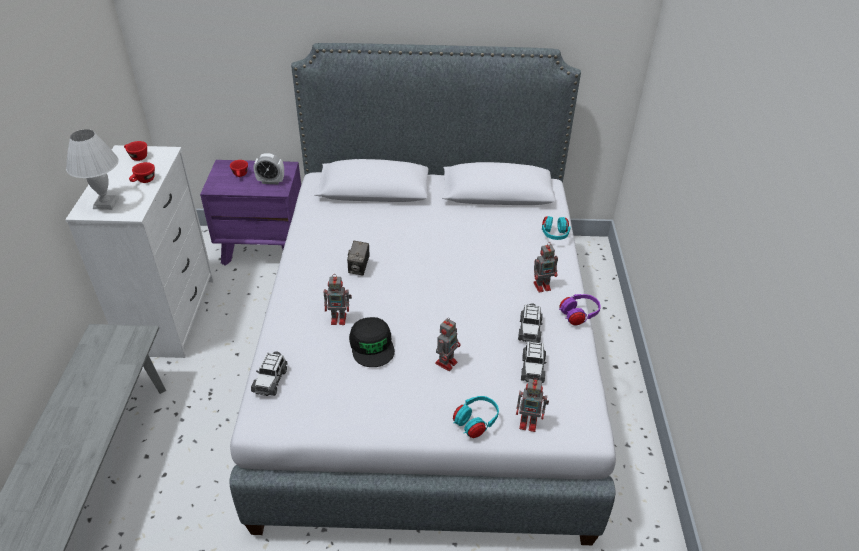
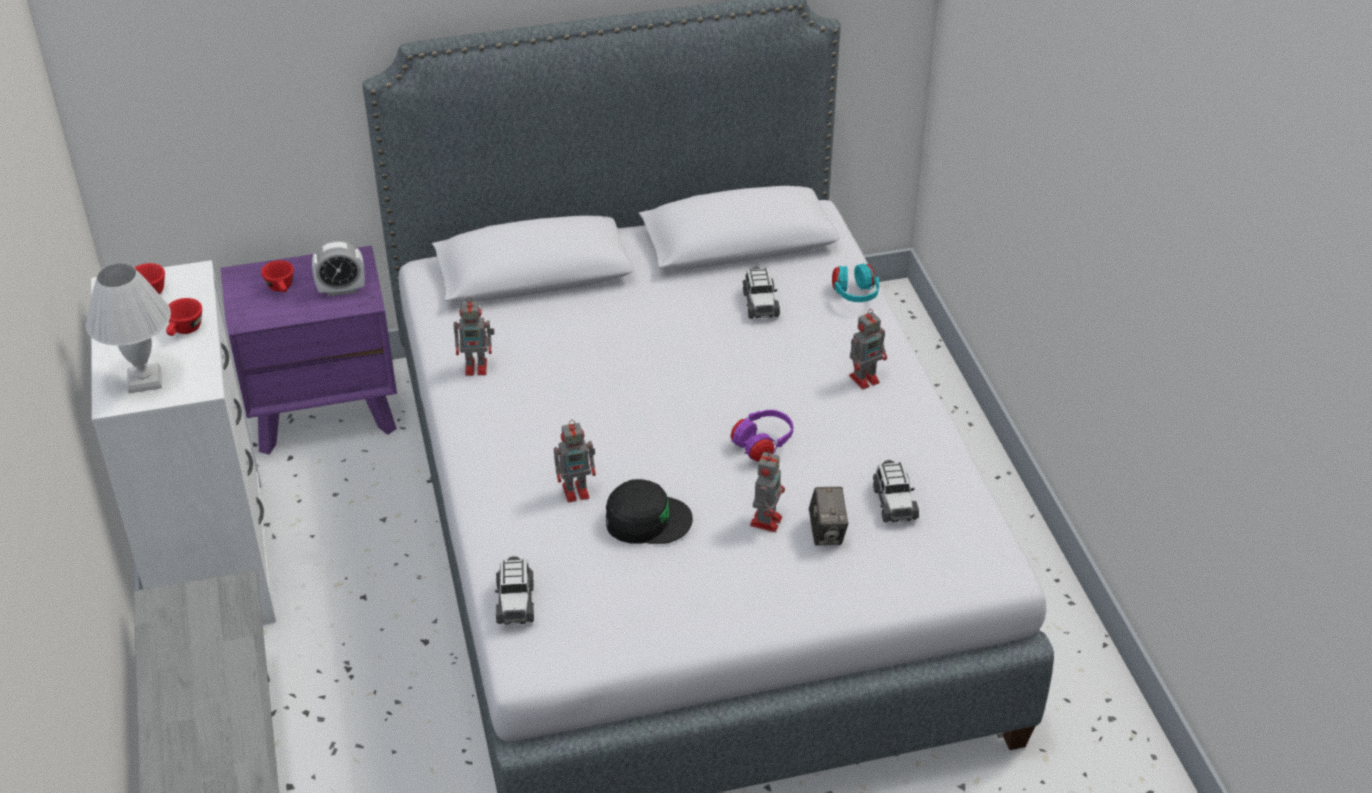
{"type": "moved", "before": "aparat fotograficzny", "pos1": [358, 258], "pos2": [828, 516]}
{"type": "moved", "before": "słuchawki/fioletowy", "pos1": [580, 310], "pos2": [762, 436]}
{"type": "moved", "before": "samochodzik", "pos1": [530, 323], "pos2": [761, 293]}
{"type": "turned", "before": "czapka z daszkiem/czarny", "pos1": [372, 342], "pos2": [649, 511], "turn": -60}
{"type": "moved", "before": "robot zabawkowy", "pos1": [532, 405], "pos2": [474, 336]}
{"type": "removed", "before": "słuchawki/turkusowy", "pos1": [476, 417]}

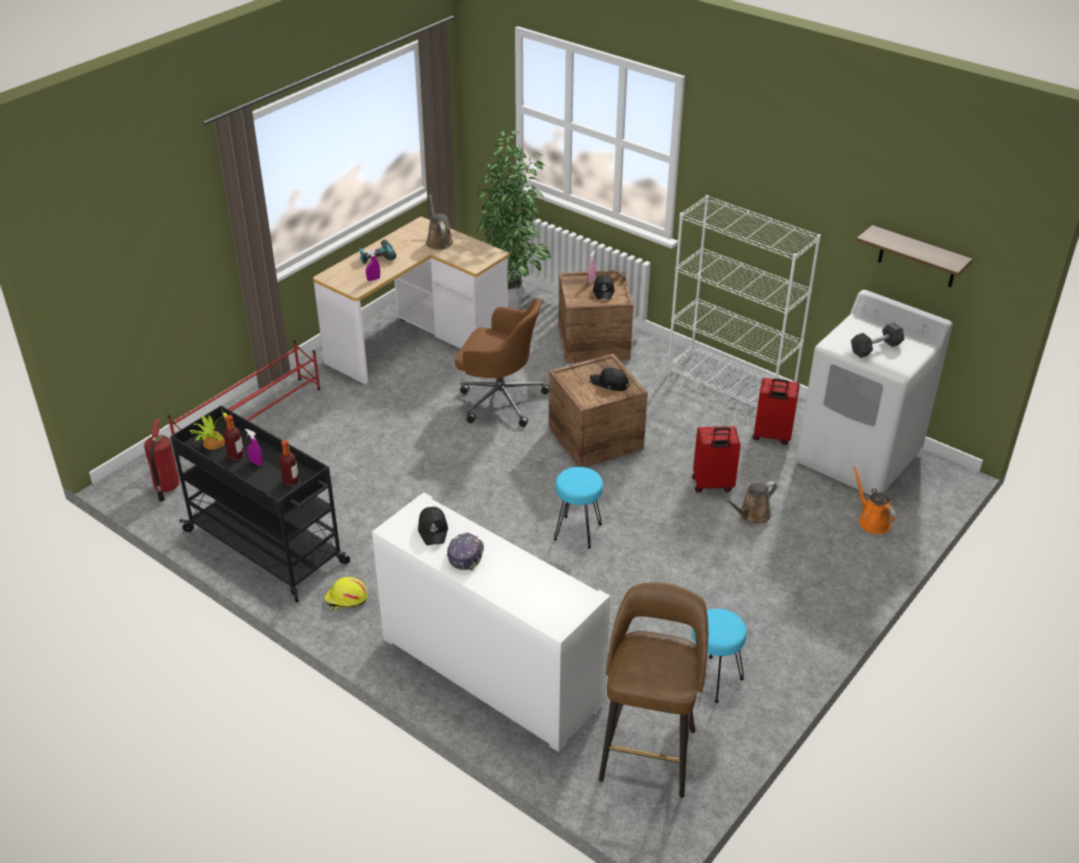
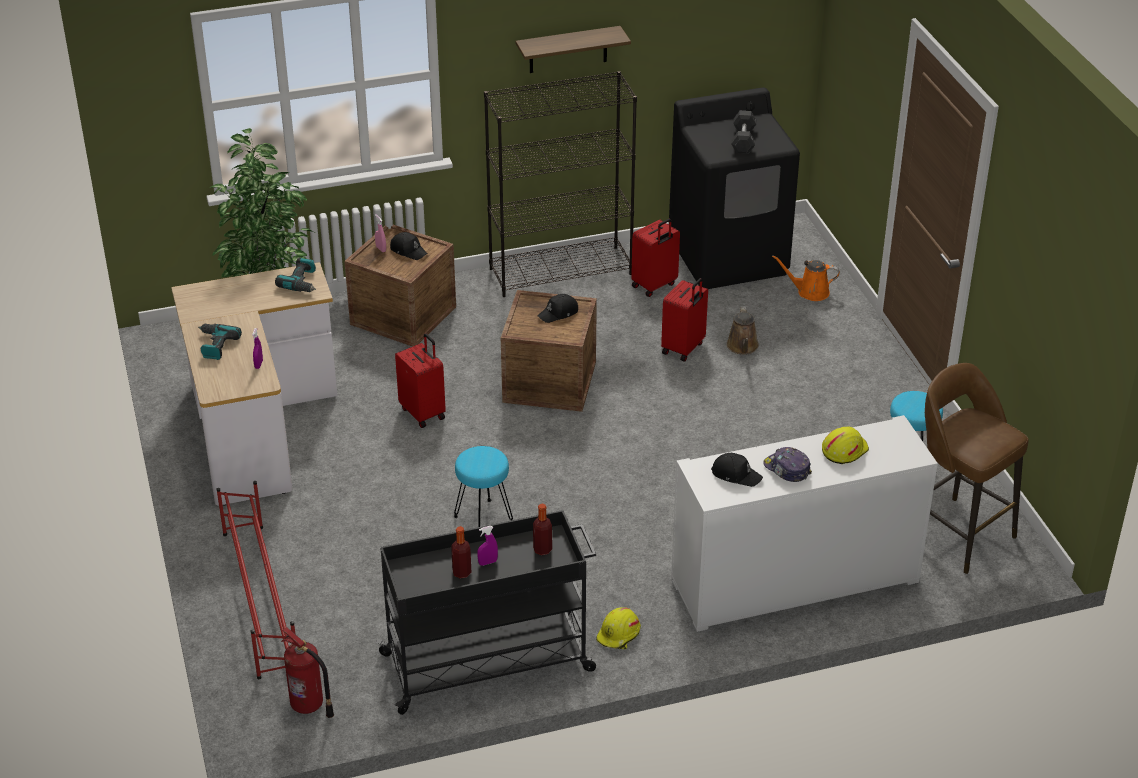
{"type": "removed", "before": "konewka/brązowy", "pos1": [439, 222]}
{"type": "recoloured", "before": "regał/biały", "after": "regał/czarny", "pos1": [744, 301], "pos2": [560, 184]}
{"type": "moved", "before": "półka", "pos1": [914, 256], "pos2": [573, 49]}
{"type": "recoloured", "before": "pralka/biały", "after": "pralka/czarny", "pos1": [875, 392], "pos2": [734, 188]}
{"type": "replaced", "before": "krzesło biurowe/brązowy", "after": "walizka/czerwony", "pos1": [502, 362], "pos2": [420, 380]}
{"type": "removed", "before": "roślina doniczkowa", "pos1": [208, 429]}
{"type": "moved", "before": "stołek/turkusowy", "pos1": [578, 508], "pos2": [483, 486]}
{"type": "added", "after": "wiertarka", "pos2": [295, 274]}
{"type": "added", "after": "kask/żółty", "pos2": [845, 445]}

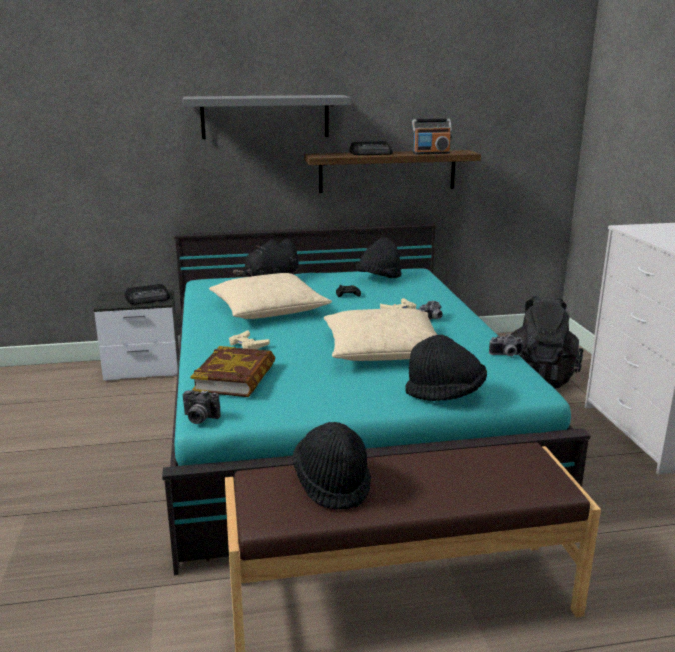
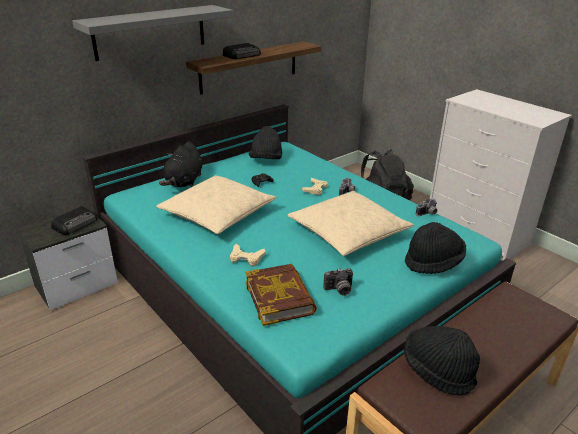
{"type": "removed", "before": "radio", "pos1": [432, 136]}
{"type": "moved", "before": "aparat fotograficzny", "pos1": [202, 406], "pos2": [338, 282]}

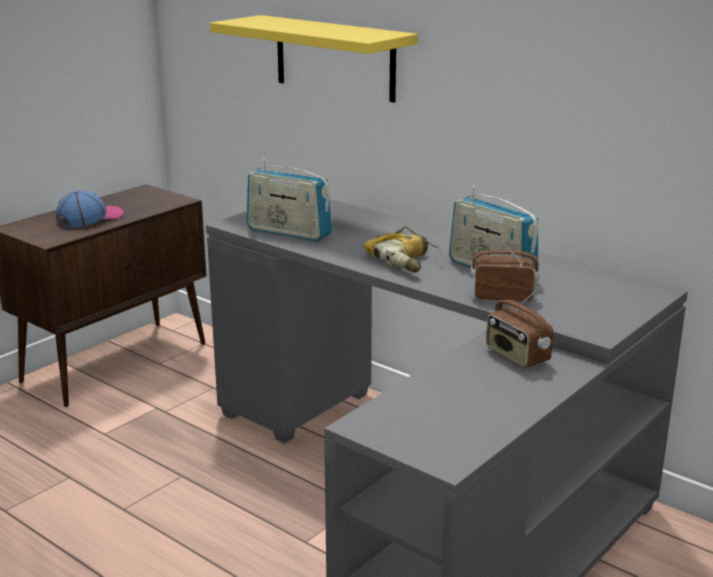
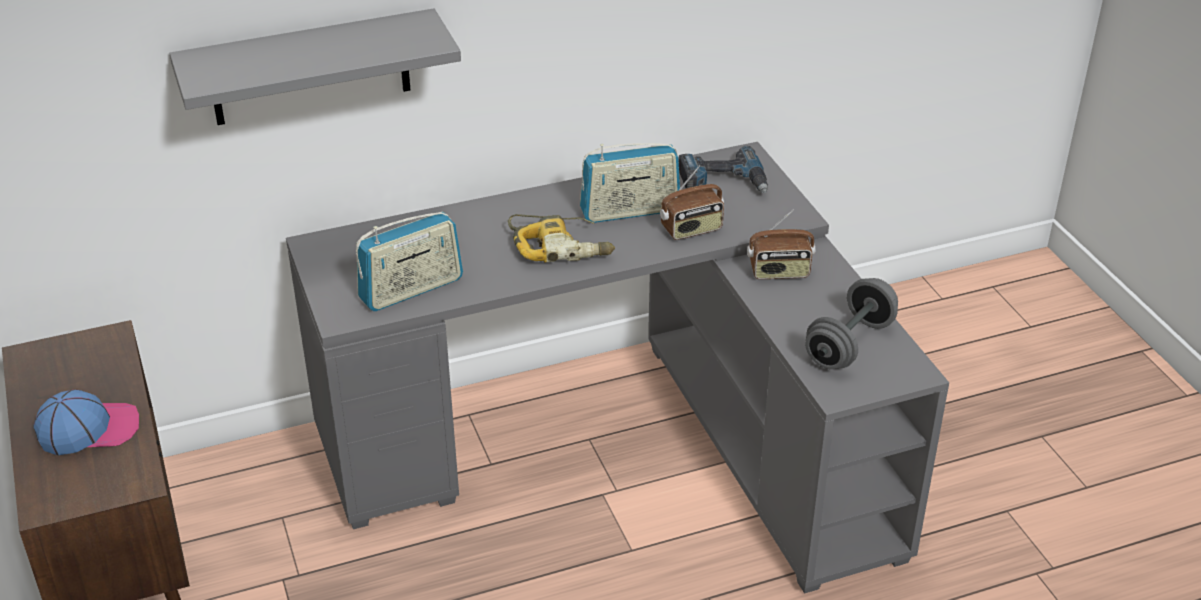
{"type": "recoloured", "before": "półka/żółty", "after": "półka/szary", "pos1": [314, 58], "pos2": [315, 67]}
{"type": "turned", "before": "czapka z daszkiem", "pos1": [90, 209], "pos2": [86, 422], "turn": 90}
{"type": "turned", "before": "radio", "pos1": [505, 268], "pos2": [692, 203], "turn": -150}
{"type": "added", "after": "wiertarka", "pos2": [723, 169]}
{"type": "added", "after": "hantel/szary", "pos2": [851, 323]}

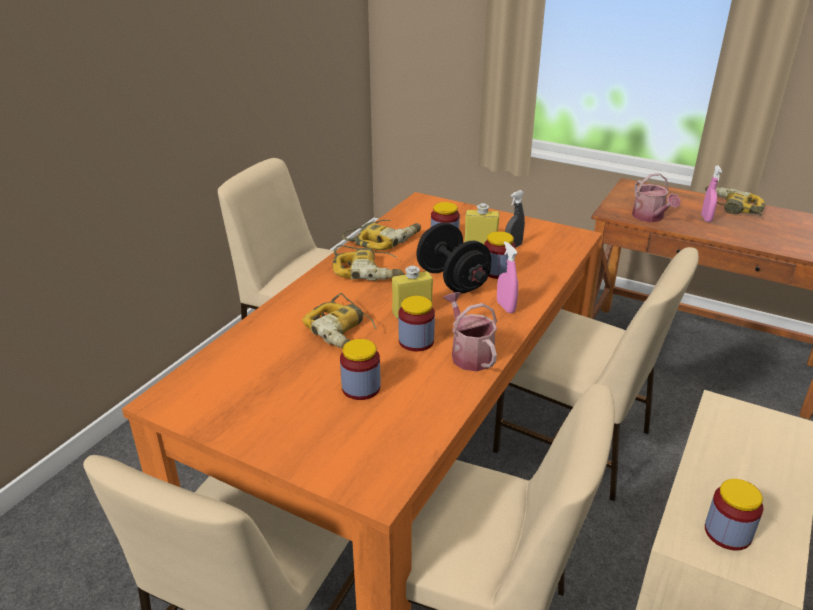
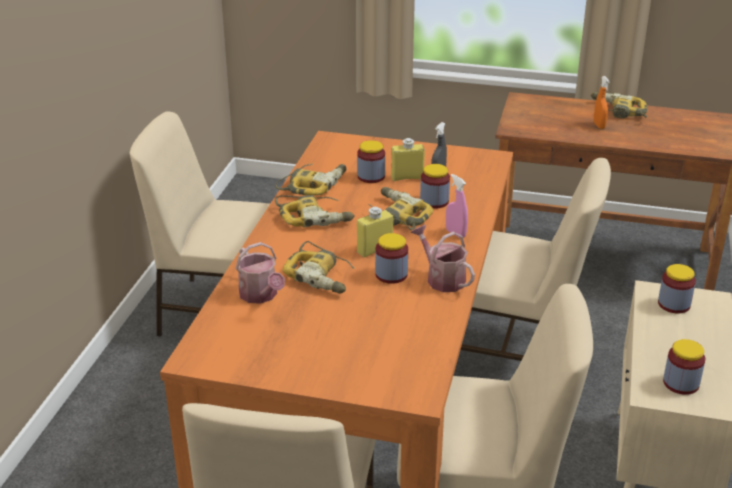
{"type": "recoloured", "before": "spryskiwacz/różowy", "after": "spryskiwacz/pomarańczowy", "pos1": [711, 194], "pos2": [602, 102]}
{"type": "moved", "before": "konewka", "pos1": [656, 197], "pos2": [260, 273]}
{"type": "replaced", "before": "hantel/czarny", "after": "wiertarka", "pos1": [453, 257], "pos2": [401, 208]}
{"type": "moved", "before": "słoik", "pos1": [360, 369], "pos2": [677, 289]}

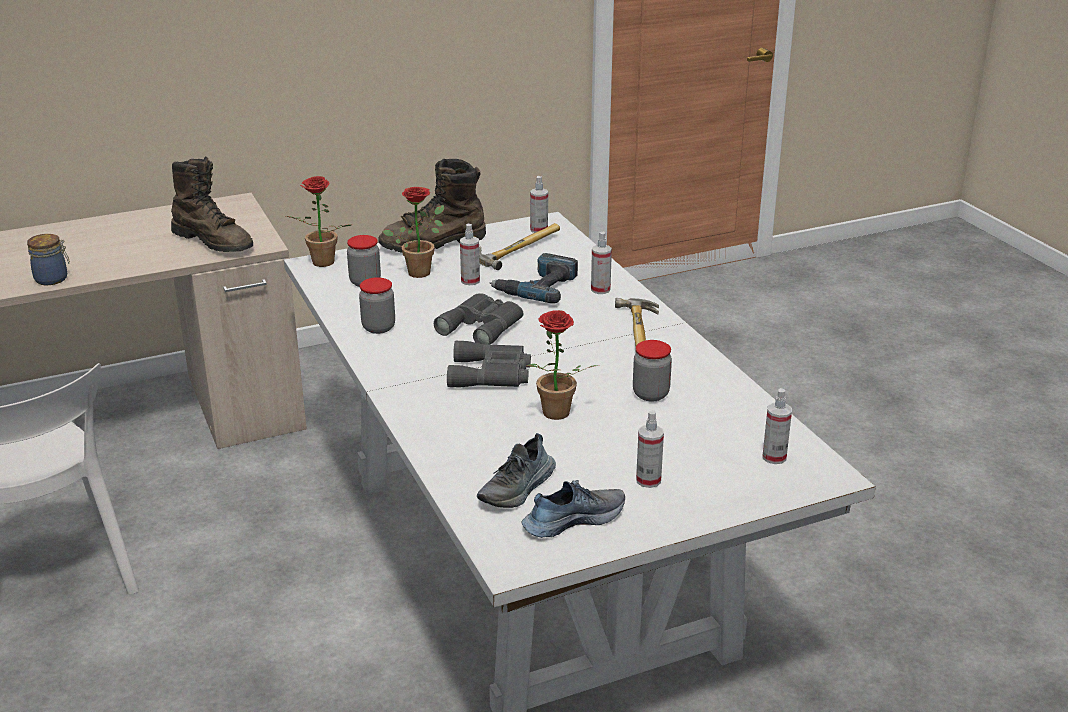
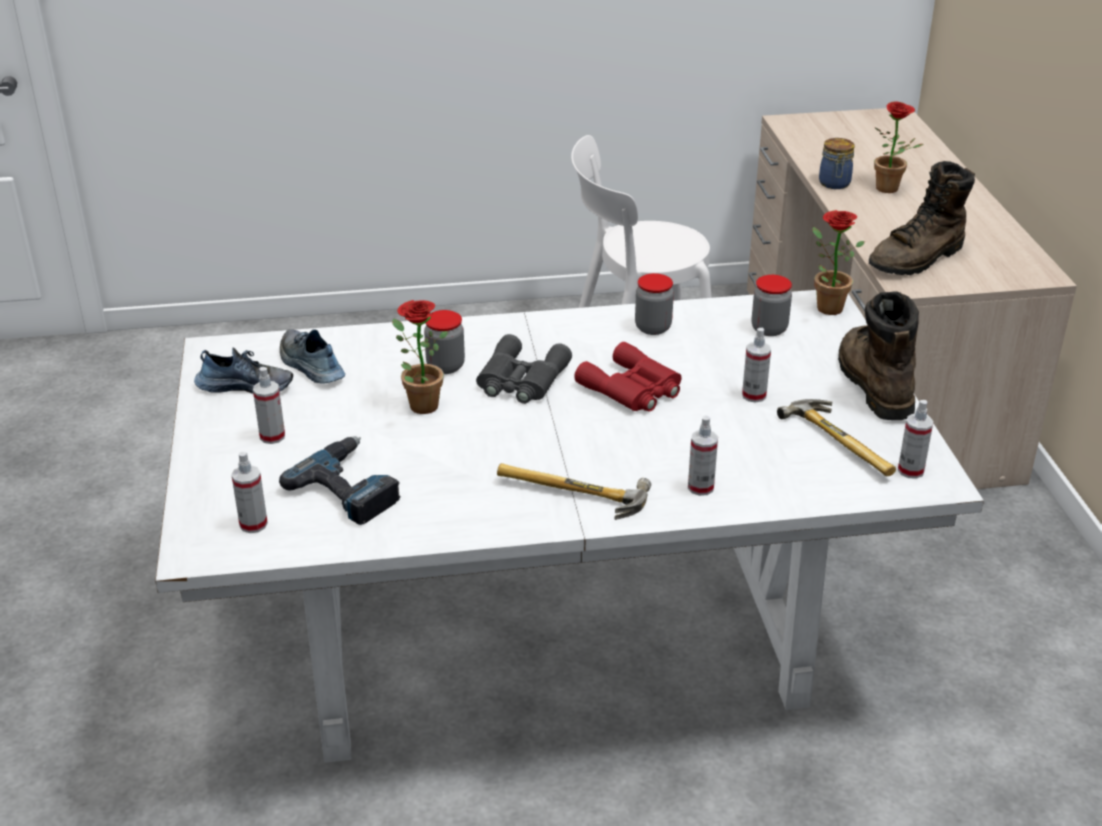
{"type": "moved", "before": "roślina doniczkowa", "pos1": [413, 232], "pos2": [898, 147]}
{"type": "moved", "before": "wiertarka", "pos1": [533, 278], "pos2": [340, 480]}
{"type": "recoloured", "before": "lornetka/szary", "after": "lornetka/czerwony", "pos1": [478, 319], "pos2": [627, 377]}
{"type": "moved", "before": "słoik", "pos1": [652, 371], "pos2": [444, 342]}
{"type": "turned", "before": "but", "pos1": [573, 509], "pos2": [243, 370], "turn": -75}

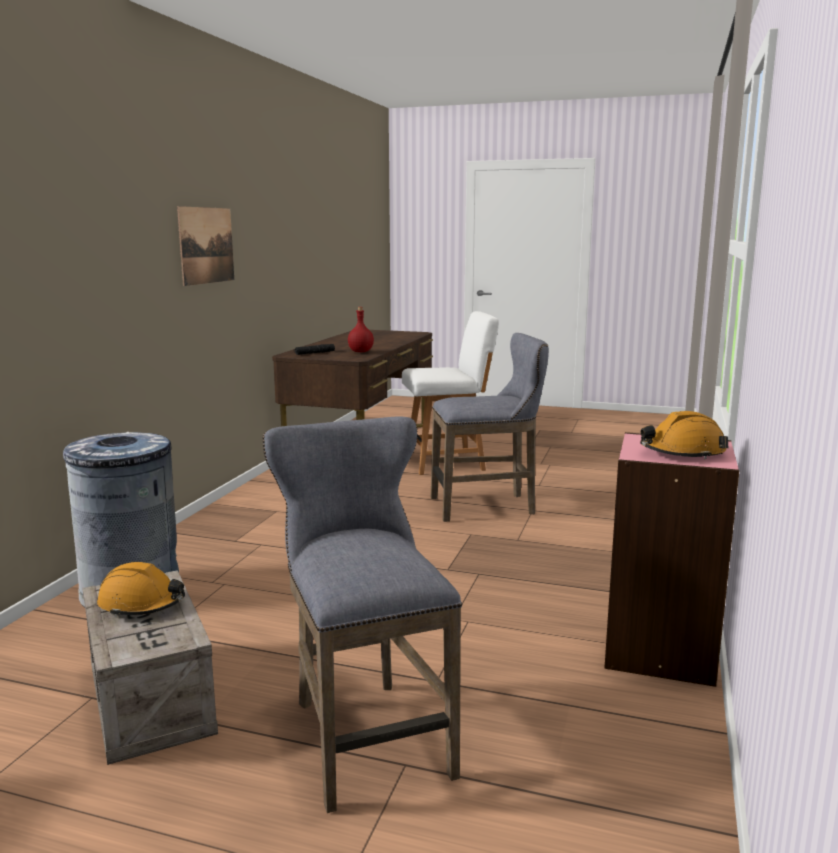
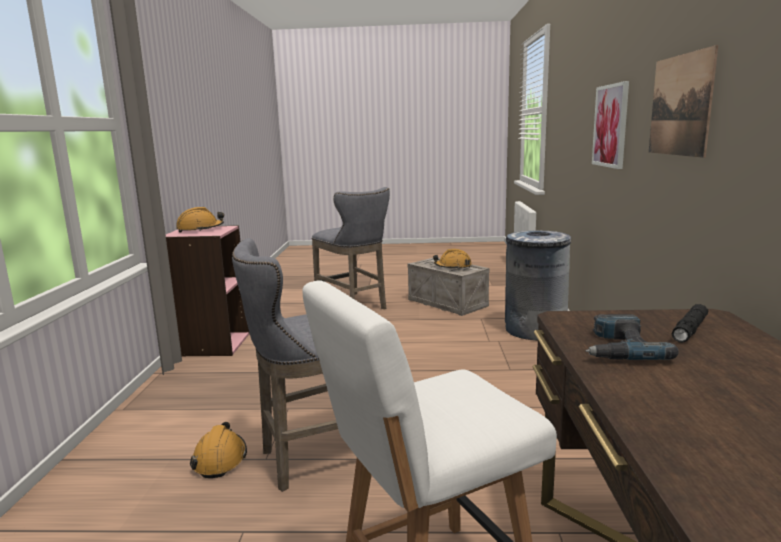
{"type": "replaced", "before": "butelka/czerwony", "after": "wiertarka", "pos1": [361, 329], "pos2": [632, 337]}
{"type": "added", "after": "obraz", "pos2": [610, 125]}
{"type": "added", "after": "kask/pomarańczowy", "pos2": [218, 450]}

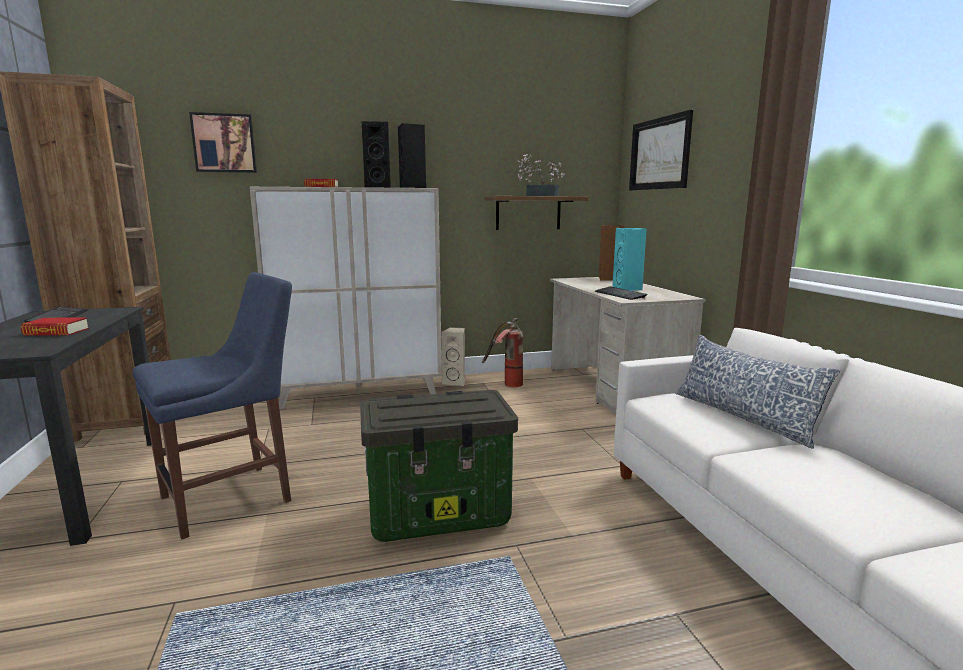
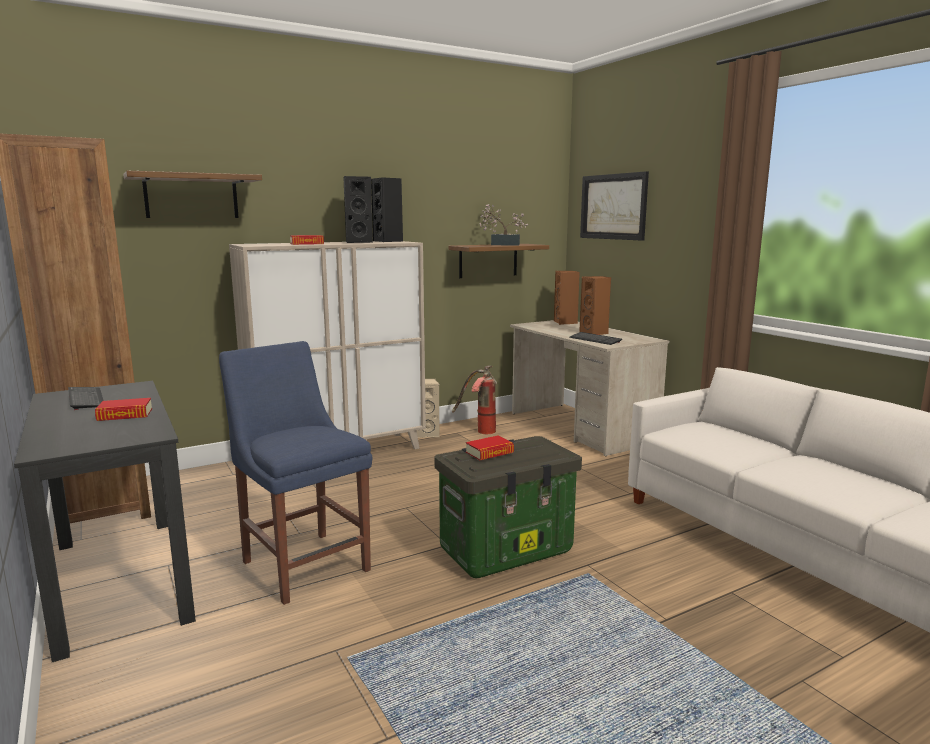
{"type": "replaced", "before": "obraz", "after": "półka", "pos1": [223, 142], "pos2": [192, 194]}
{"type": "recoloured", "before": "głośnik/turkusowy", "after": "głośnik/brązowy", "pos1": [629, 259], "pos2": [595, 305]}
{"type": "turned", "before": "krzesło/niebieski", "pos1": [212, 405], "pos2": [295, 473], "turn": -75}
{"type": "removed", "before": "poduszka", "pos1": [757, 391]}
{"type": "added", "after": "książka", "pos2": [490, 447]}

